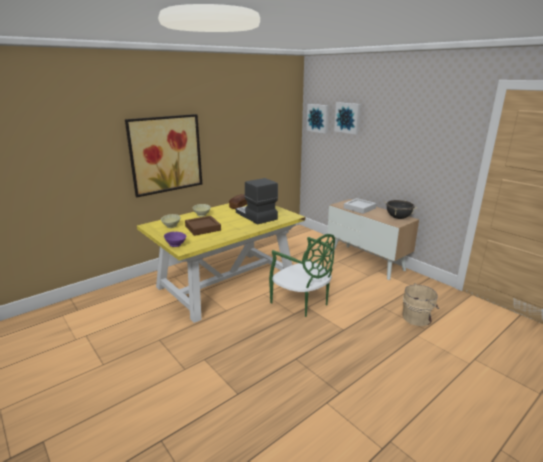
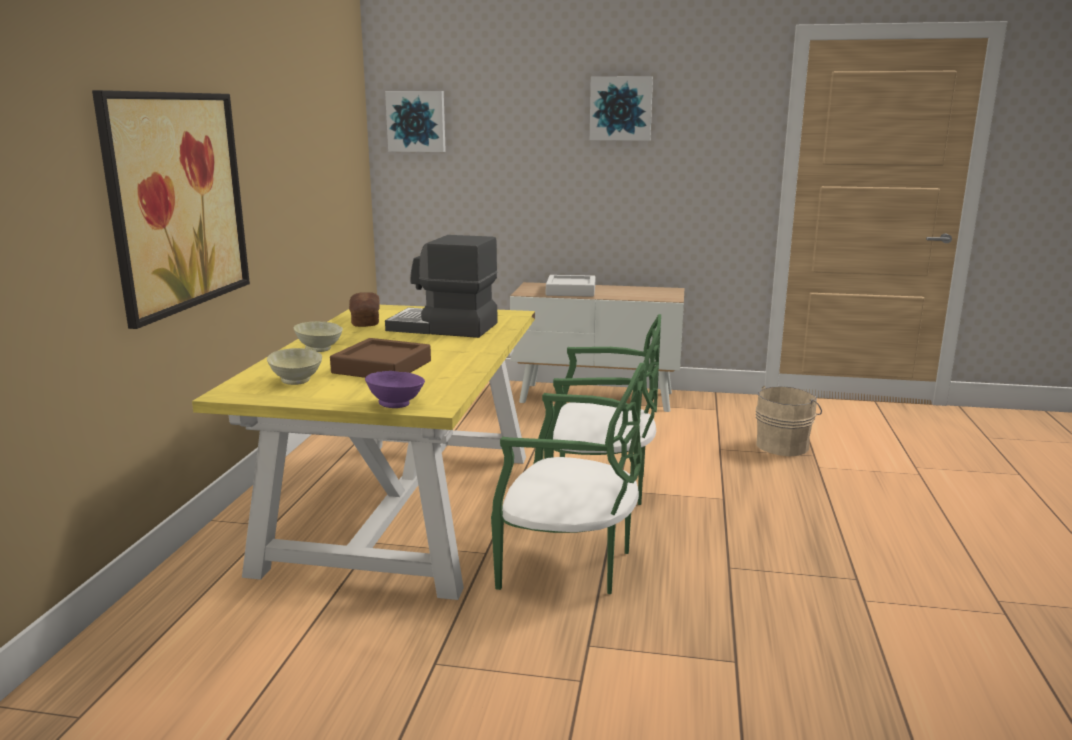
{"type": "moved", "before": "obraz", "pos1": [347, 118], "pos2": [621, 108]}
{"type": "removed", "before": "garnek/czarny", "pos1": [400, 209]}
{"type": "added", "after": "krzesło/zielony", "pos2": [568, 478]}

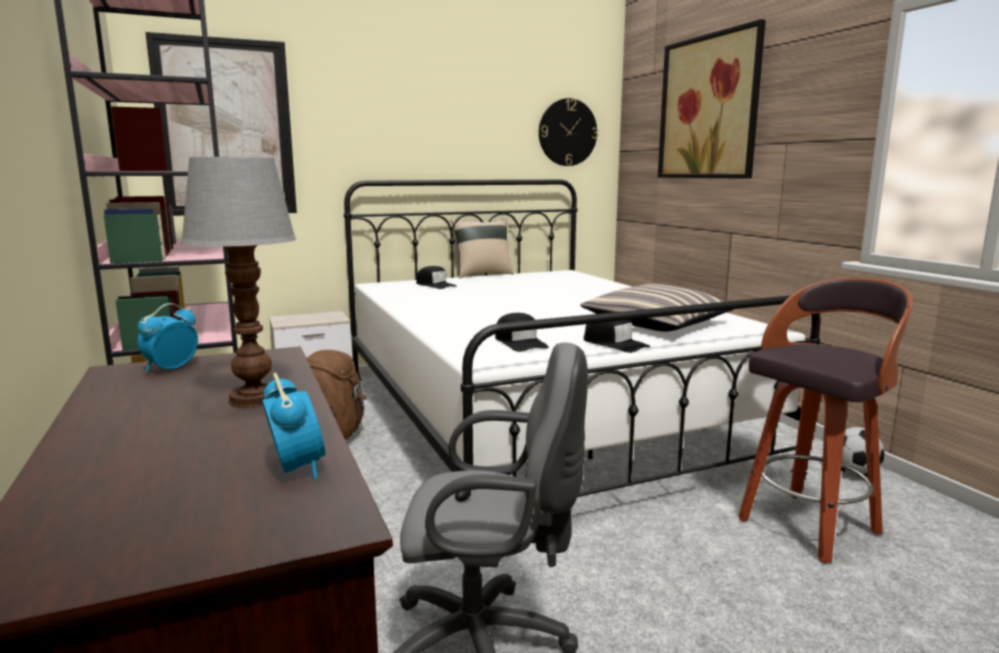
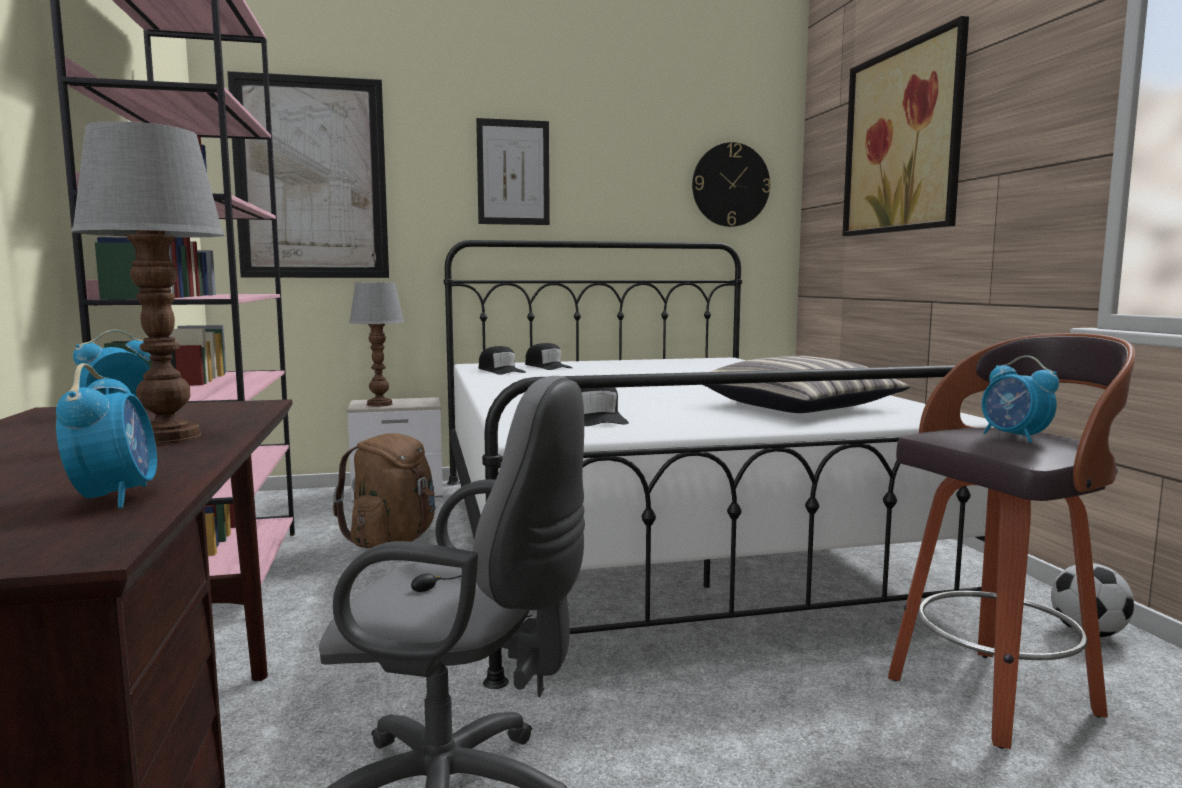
{"type": "removed", "before": "poduszka/beżowy", "pos1": [482, 248]}
{"type": "moved", "before": "czapka z daszkiem/czarny", "pos1": [617, 336], "pos2": [502, 360]}
{"type": "added", "after": "obraz", "pos2": [513, 171]}
{"type": "added", "after": "lampa stołowa", "pos2": [376, 344]}
{"type": "added", "after": "budzik", "pos2": [1020, 399]}

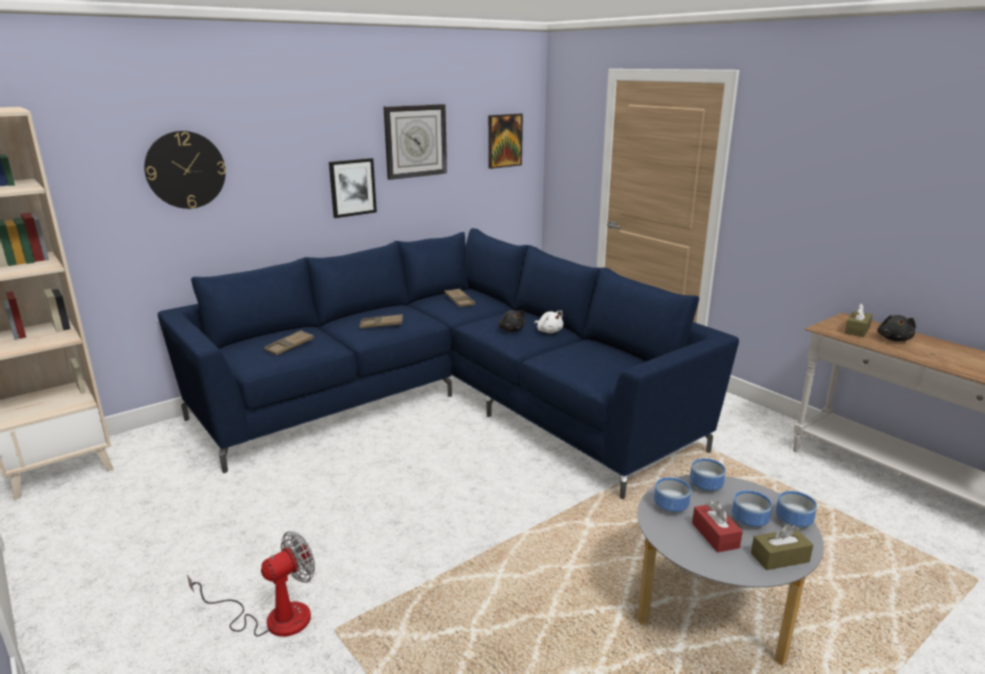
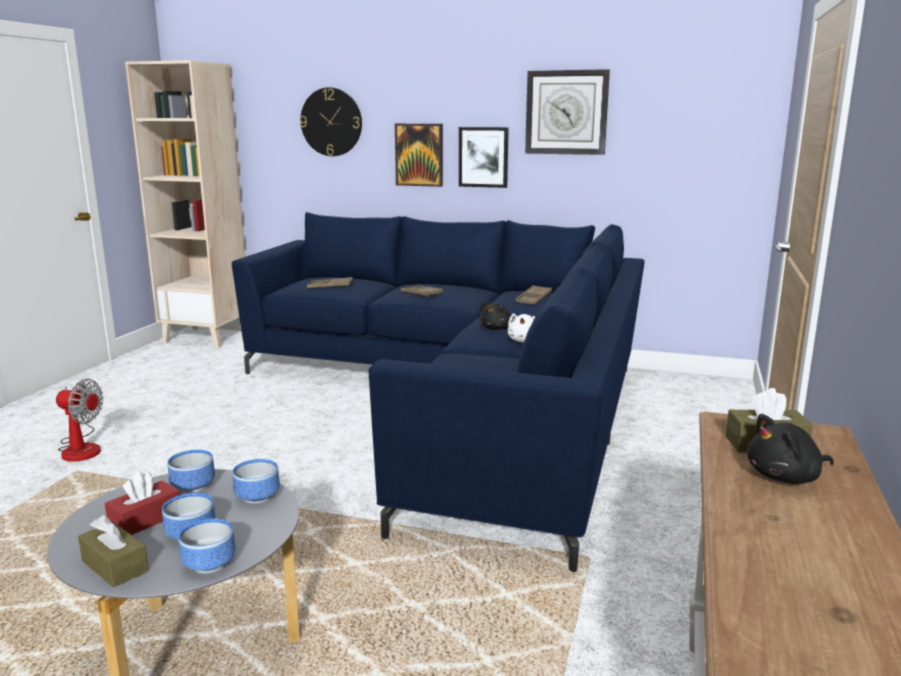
{"type": "moved", "before": "obraz", "pos1": [505, 141], "pos2": [419, 155]}

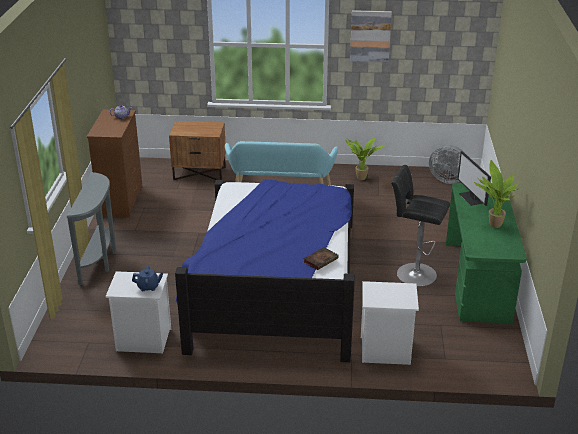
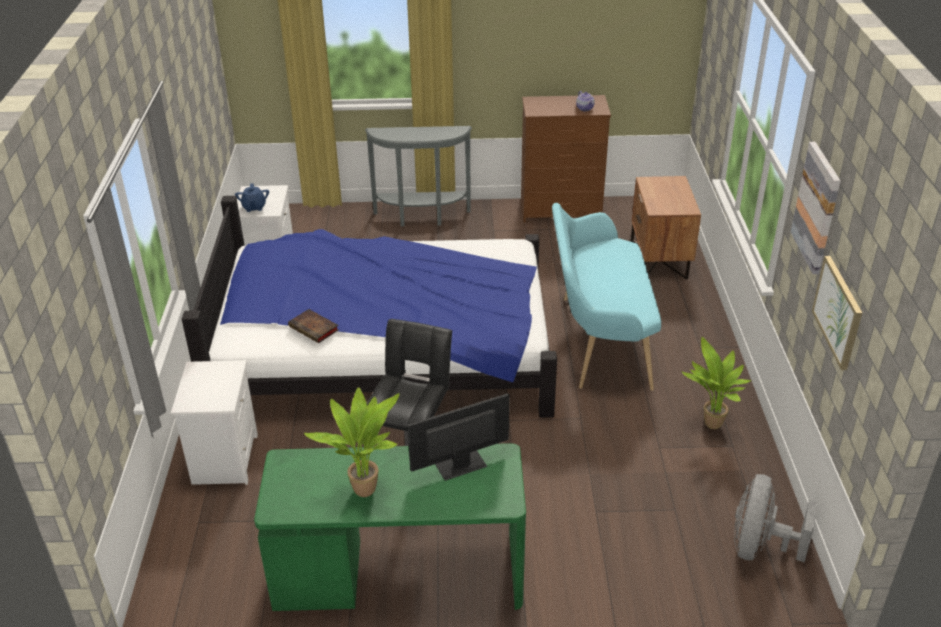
{"type": "added", "after": "obraz", "pos2": [837, 313]}

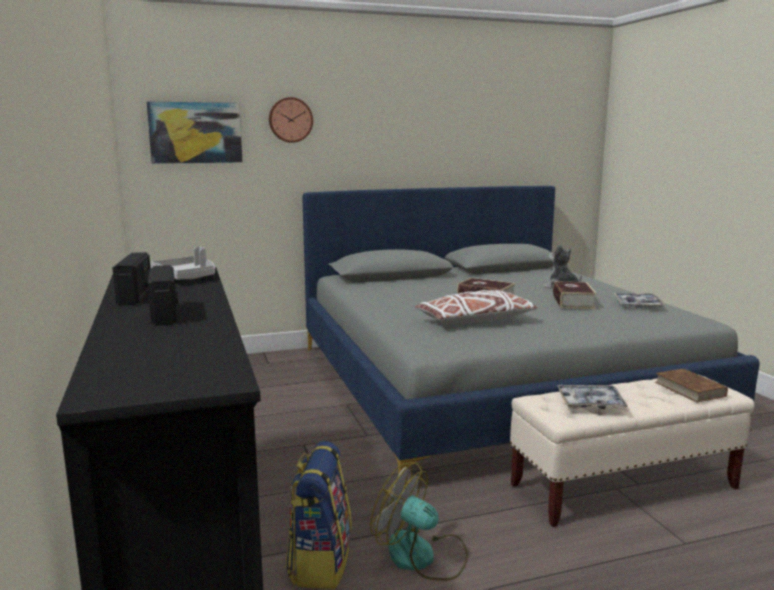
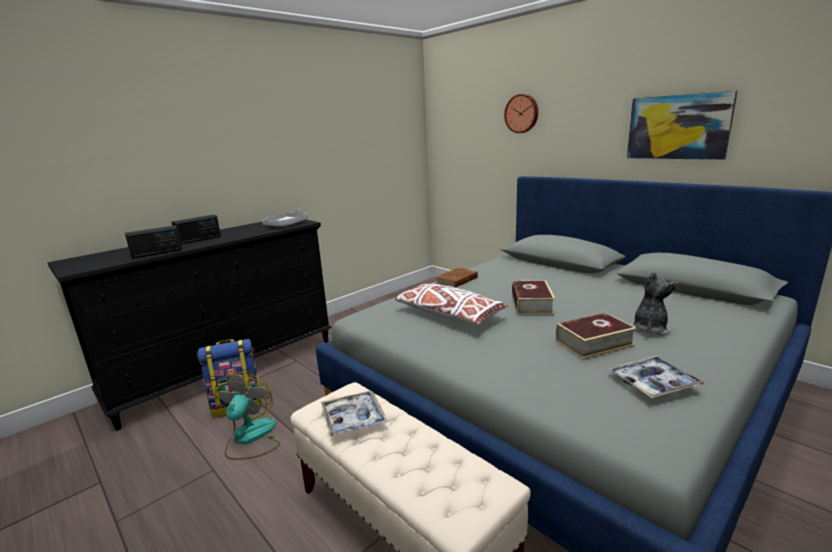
{"type": "moved", "before": "obraz", "pos1": [194, 133], "pos2": [682, 125]}
{"type": "moved", "before": "radio", "pos1": [131, 278], "pos2": [153, 242]}
{"type": "moved", "before": "książka/brązowy", "pos1": [691, 385], "pos2": [457, 277]}

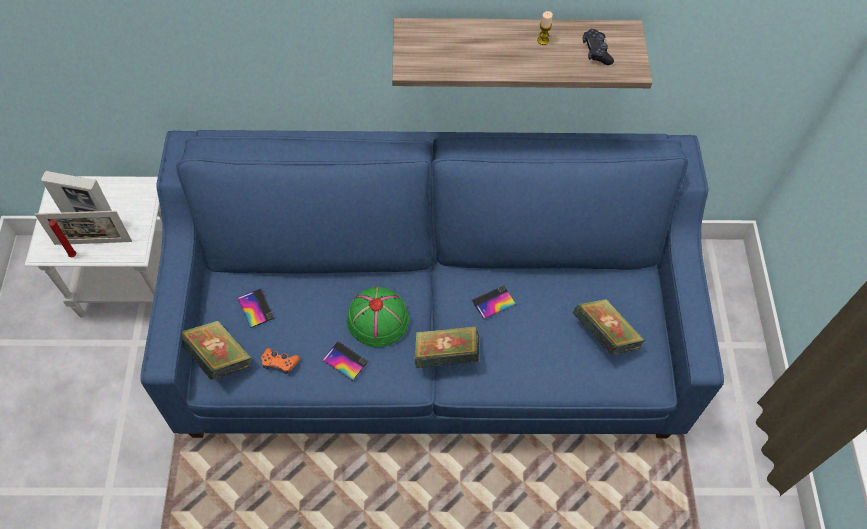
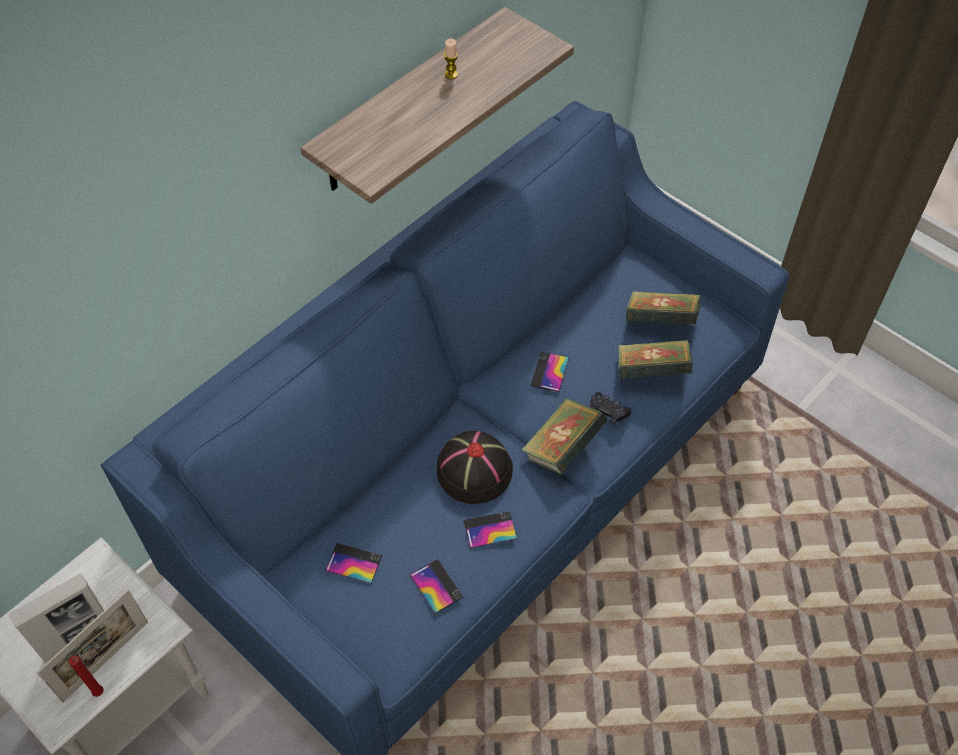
{"type": "moved", "before": "pad do gier/czarny", "pos1": [598, 47], "pos2": [611, 408]}
{"type": "recoloured", "before": "kapelusz/zielony", "after": "kapelusz/czarny", "pos1": [378, 317], "pos2": [474, 467]}
{"type": "moved", "before": "książka", "pos1": [216, 350], "pos2": [655, 359]}
{"type": "replaced", "before": "pad do gier/pomarańczowy", "after": "telefon", "pos1": [280, 361], "pos2": [436, 586]}

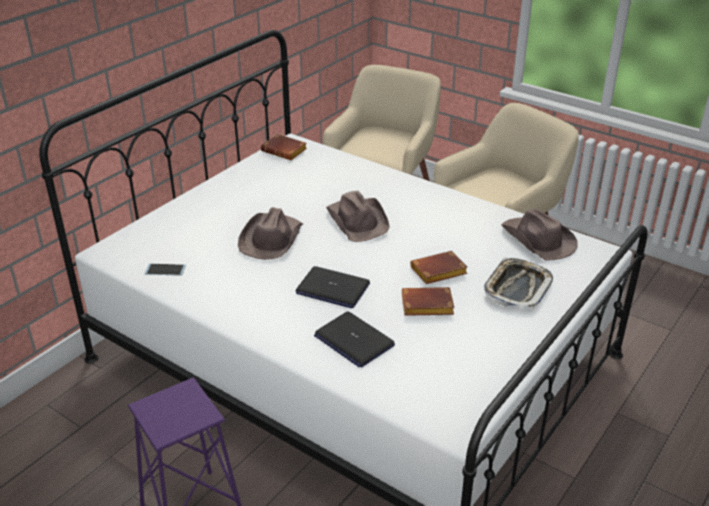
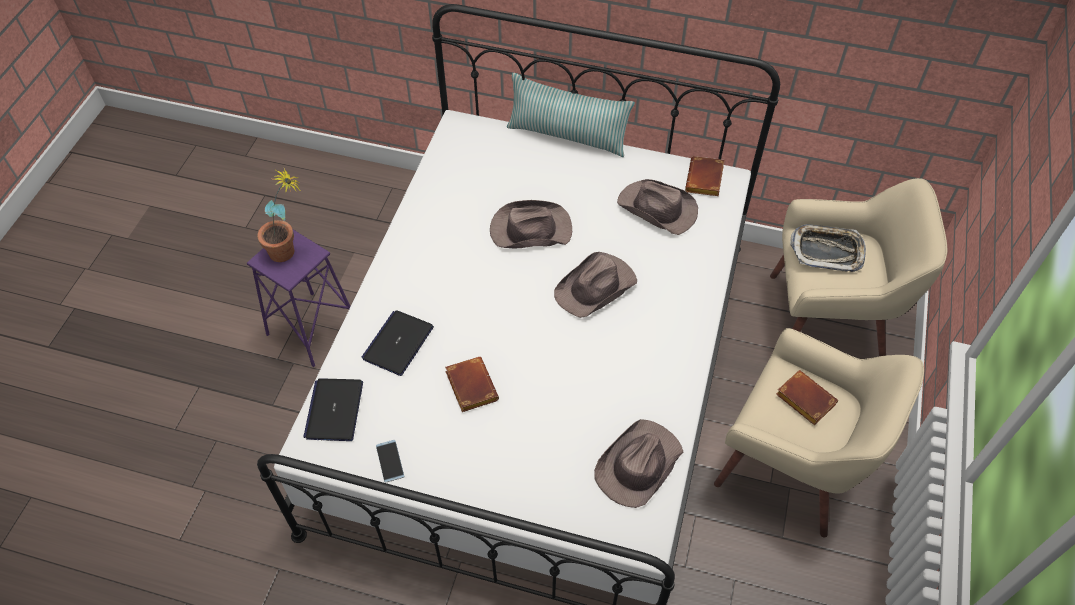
{"type": "moved", "before": "książka/brązowy", "pos1": [439, 267], "pos2": [807, 397]}
{"type": "moved", "before": "taca", "pos1": [518, 283], "pos2": [828, 248]}
{"type": "moved", "before": "telefon", "pos1": [165, 270], "pos2": [390, 461]}
{"type": "moved", "before": "laptop", "pos1": [333, 287], "pos2": [333, 409]}
{"type": "added", "after": "poduszka", "pos2": [571, 115]}
{"type": "added", "after": "roślina doniczkowa", "pos2": [279, 215]}
{"type": "added", "after": "kapelusz/brązowy", "pos2": [657, 207]}

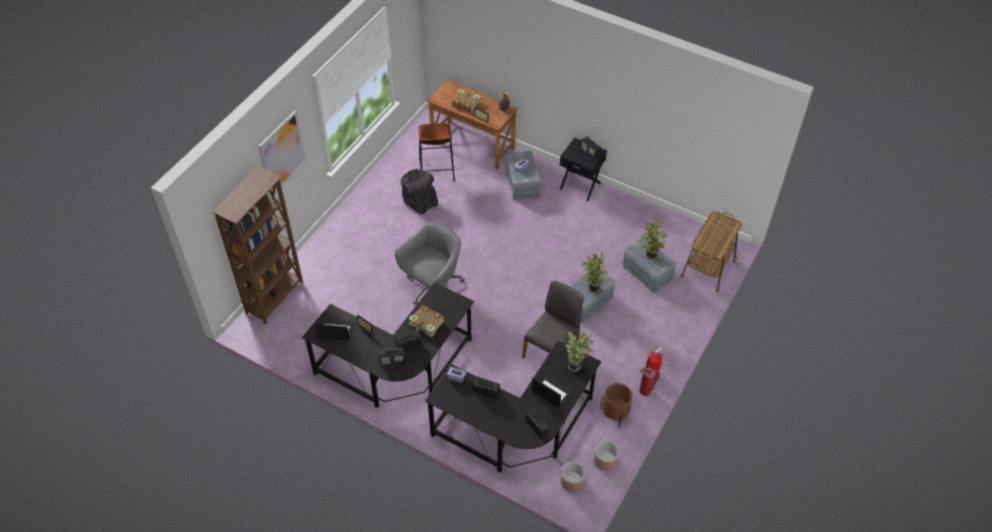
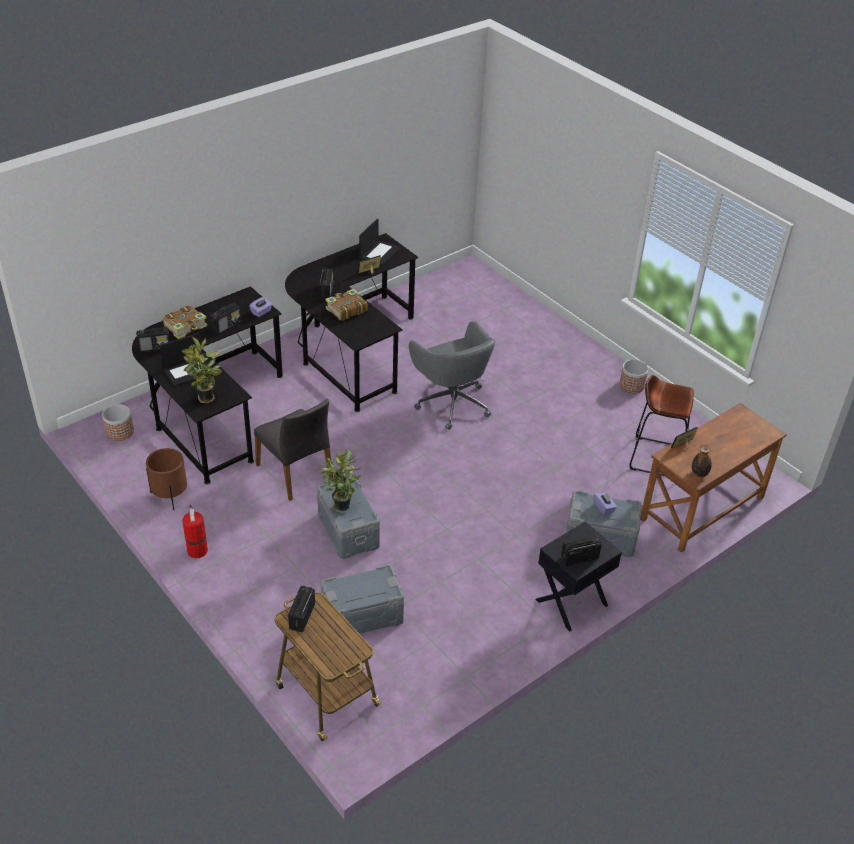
{"type": "moved", "before": "książka", "pos1": [466, 101], "pos2": [185, 322]}
{"type": "removed", "before": "obraz", "pos1": [282, 153]}
{"type": "removed", "before": "regał/brązowy", "pos1": [257, 244]}
{"type": "removed", "before": "plecak/czarny", "pos1": [419, 191]}
{"type": "removed", "before": "roślina doniczkowa", "pos1": [654, 238]}
{"type": "moved", "before": "radio", "pos1": [392, 356], "pos2": [301, 609]}
{"type": "removed", "before": "gaśnica", "pos1": [649, 381]}
{"type": "moved", "before": "donica", "pos1": [606, 456], "pos2": [634, 376]}

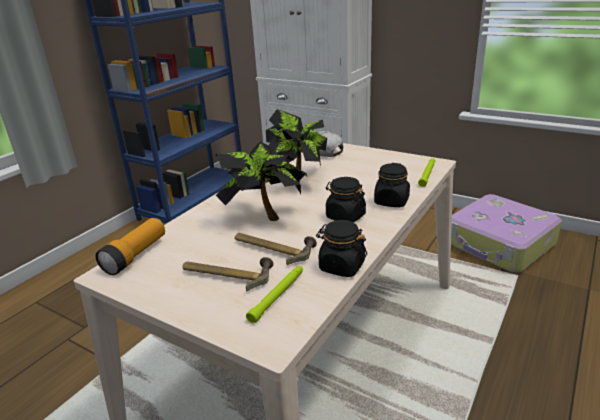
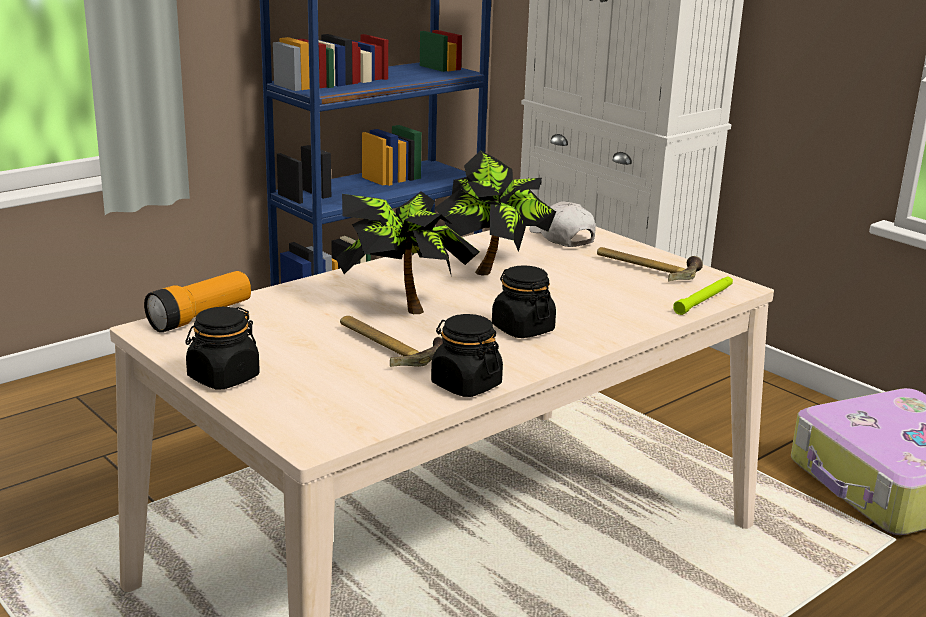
{"type": "moved", "before": "słoik/czarny", "pos1": [392, 185], "pos2": [222, 348]}
{"type": "moved", "before": "młotek", "pos1": [228, 274], "pos2": [650, 264]}
{"type": "removed", "before": "latarka/zielony", "pos1": [274, 294]}

